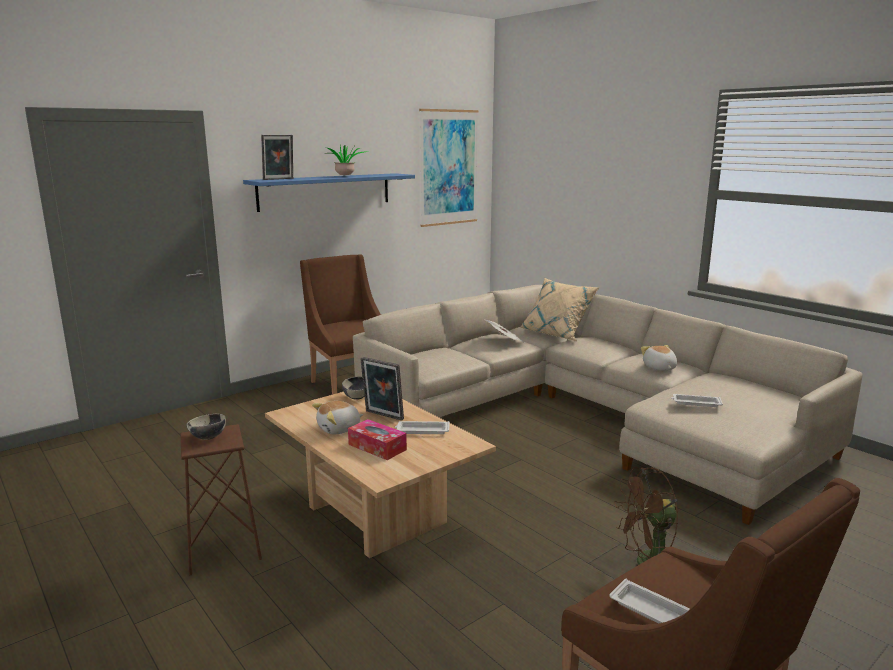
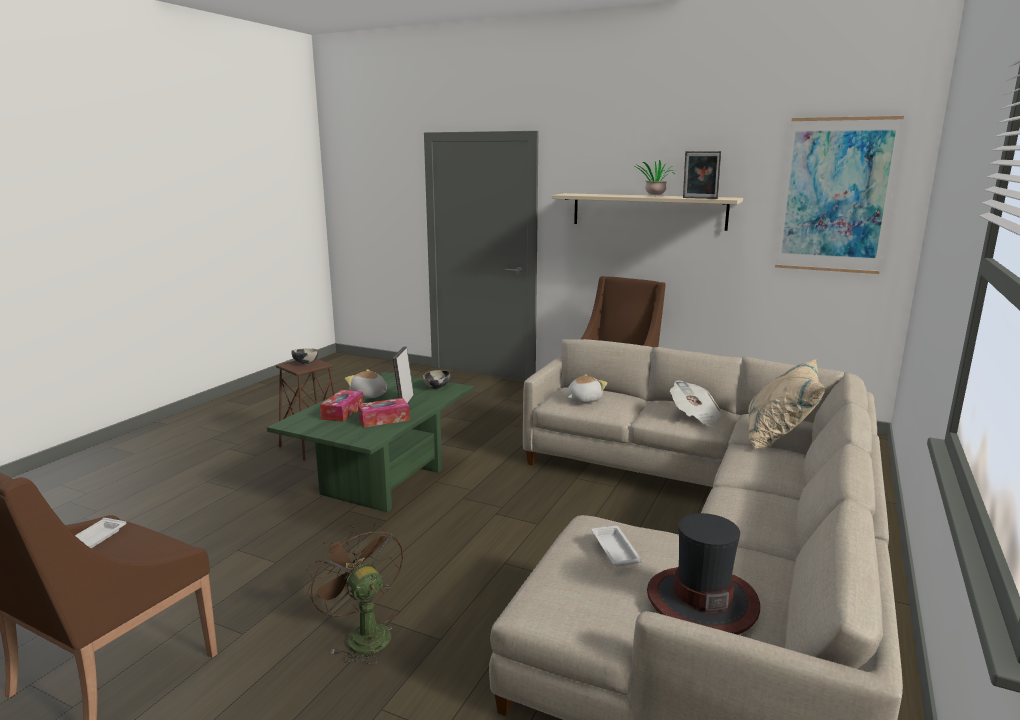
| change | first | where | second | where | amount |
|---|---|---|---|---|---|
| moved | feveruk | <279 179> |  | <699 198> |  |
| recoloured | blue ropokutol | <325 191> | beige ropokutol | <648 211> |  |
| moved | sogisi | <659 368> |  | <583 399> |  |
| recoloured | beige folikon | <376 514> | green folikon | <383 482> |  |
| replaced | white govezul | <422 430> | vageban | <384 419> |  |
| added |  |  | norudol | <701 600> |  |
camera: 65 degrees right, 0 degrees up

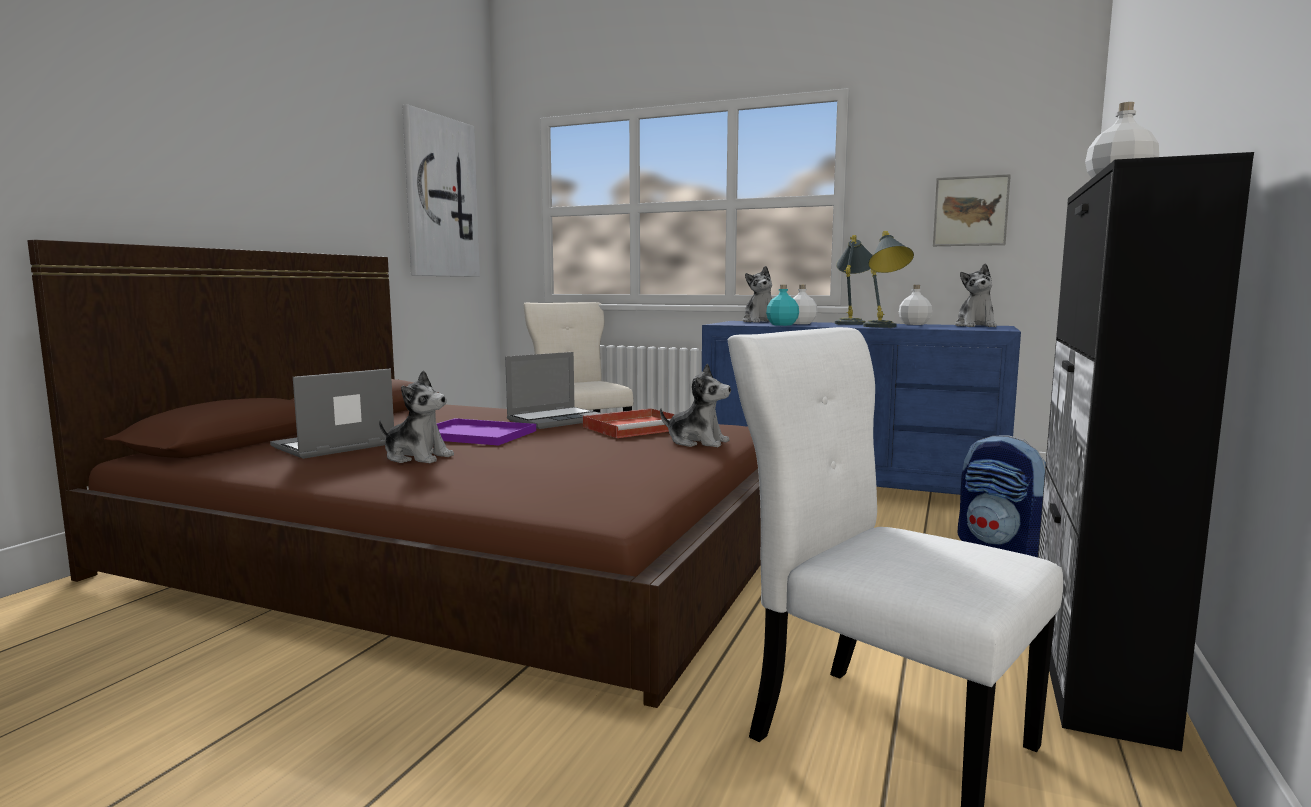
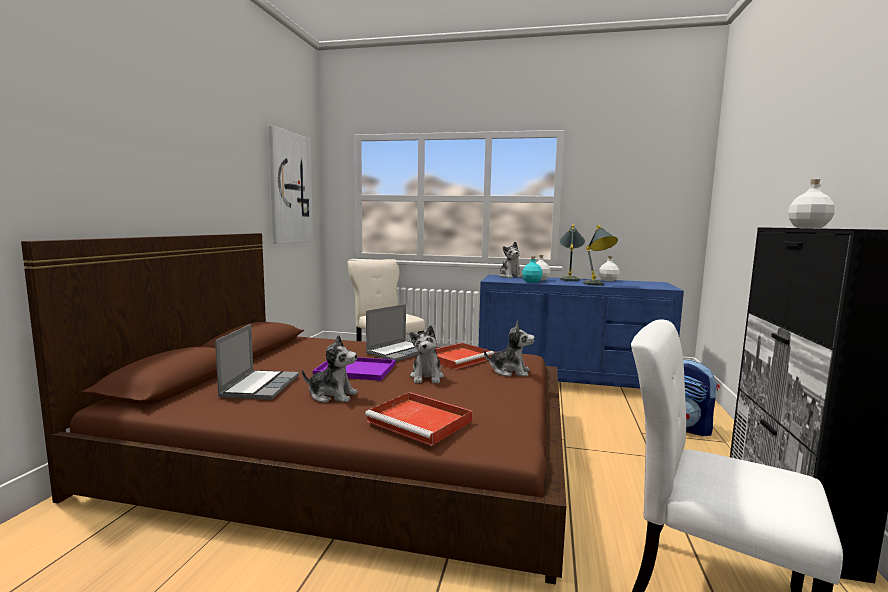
| change | first | where | second | where | amount |
|---|---|---|---|---|---|
| removed | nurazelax | <970 211> |  |  |  |
| moved | sogisi | <975 326> |  | <427 377> |  |
| turned | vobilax | <333 446> |  | <260 386> | 150 degrees clockwise |
| added |  |  | red govezul | <421 421> |  |
camera: 10 degrees left, 0 degrees up

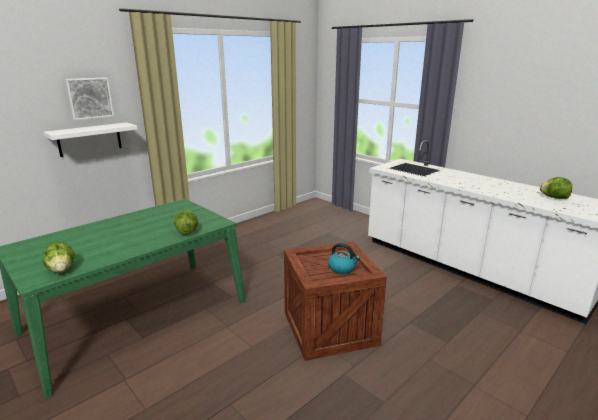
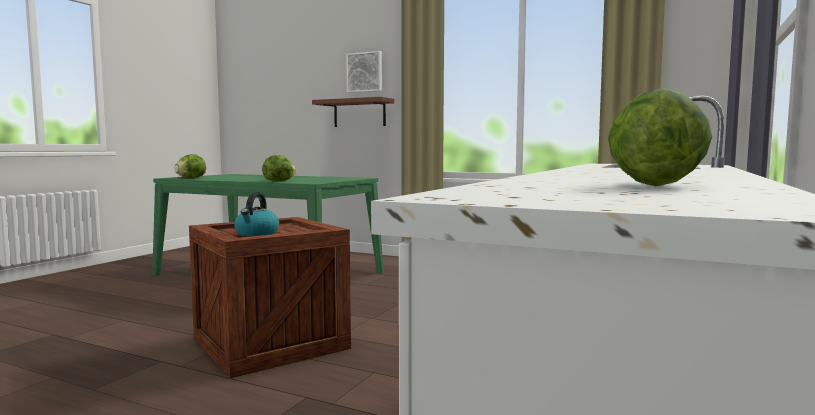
| change | first | where | second | where | amount |
|---|---|---|---|---|---|
| recoloured | white ropokutol | <89 139> | brown ropokutol | <359 113> |  |
camera: 70 degrees right, 15 degrees down

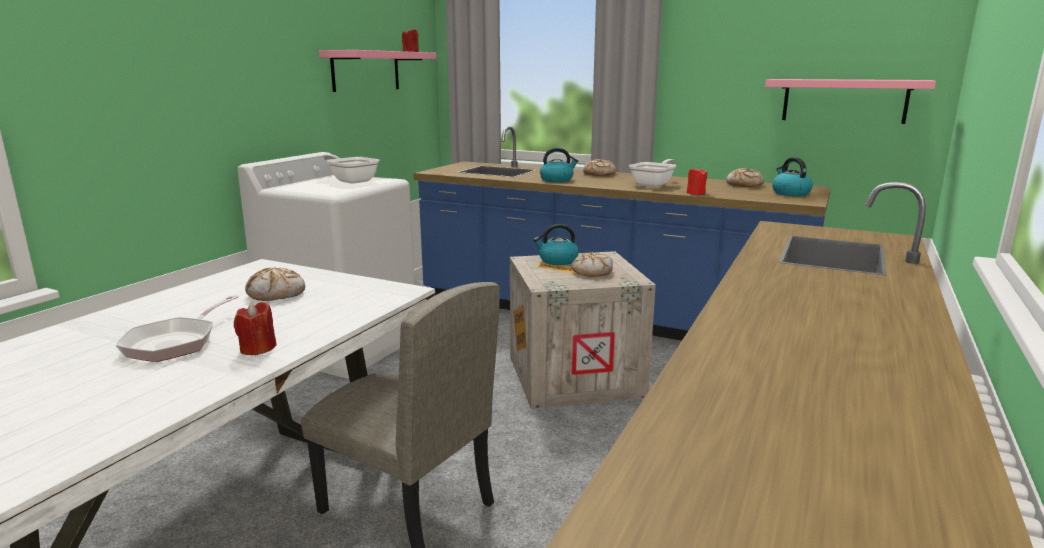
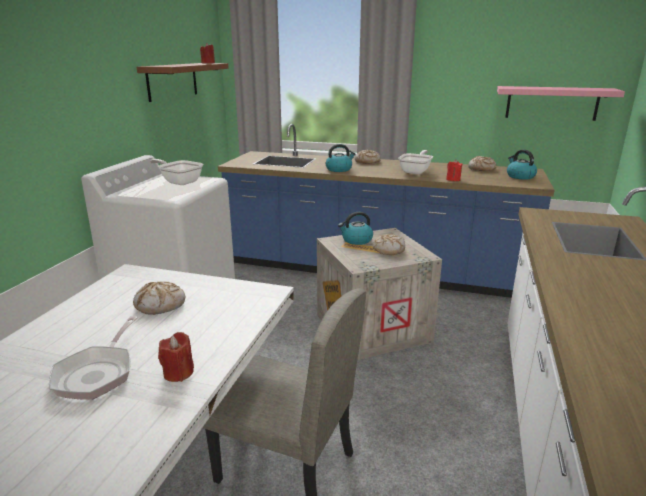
| change | first | where | second | where | amount |
|---|---|---|---|---|---|
| recoloured | pink ropokutol | <366 71> | brown ropokutol | <172 81> |  |
camera: 10 degrees left, 5 degrees up

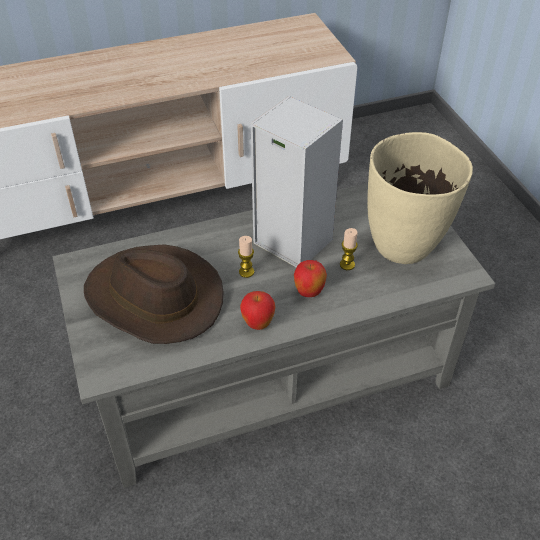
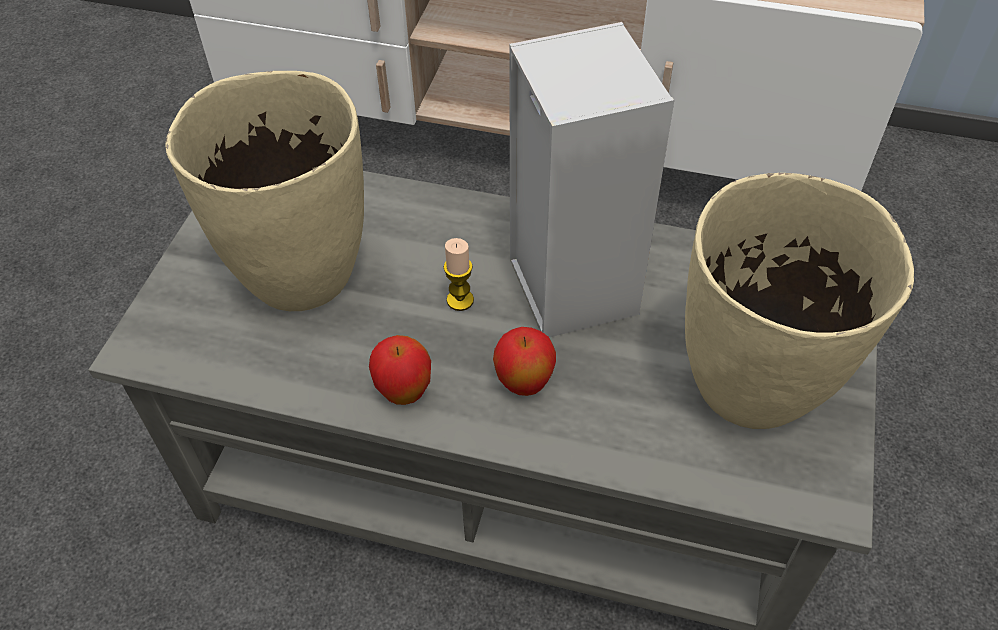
| change | first | where | second | where | amount |
|---|---|---|---|---|---|
| removed | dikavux | <347 265> |  |  |  |
| replaced | brown norudol | <153 298> | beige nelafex | <299 273> |  |
camera: 35 degrees right, 5 degrees up

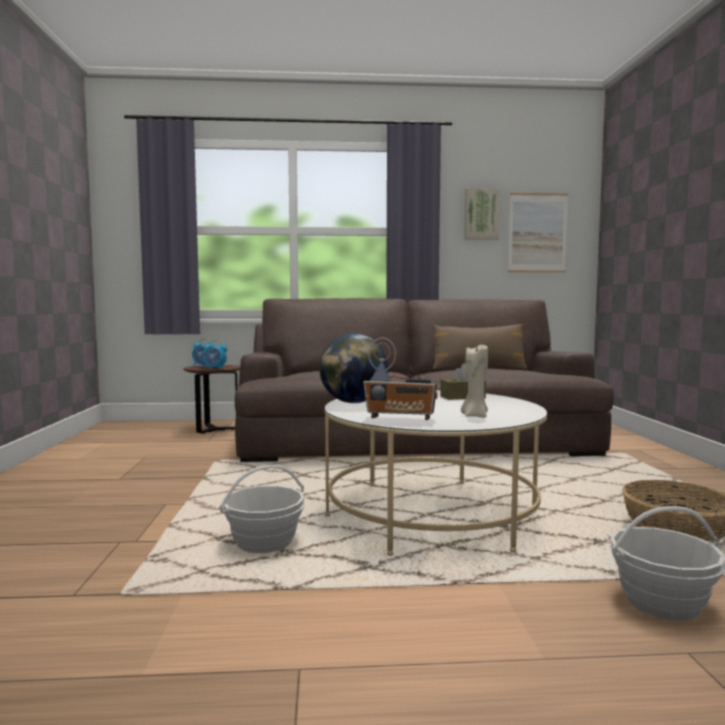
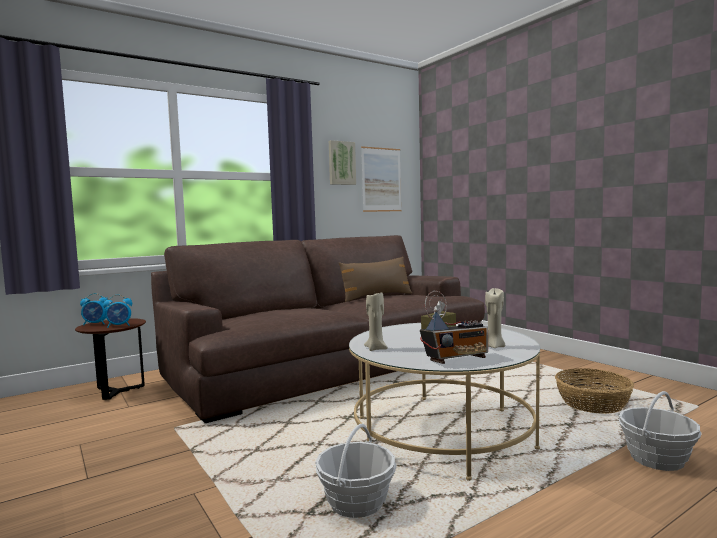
| change | first | where | second | where | amount |
|---|---|---|---|---|---|
| replaced | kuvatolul | <354 402> | beige dikavux | <376 348> |  |
camera: 30 degrees left, 0 degrees up

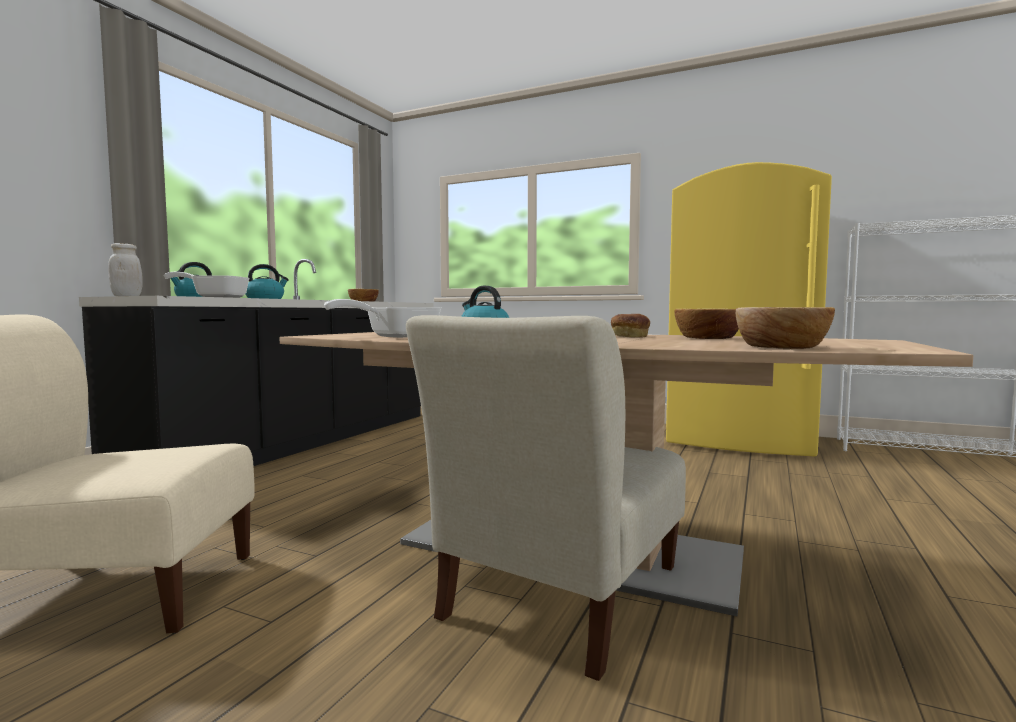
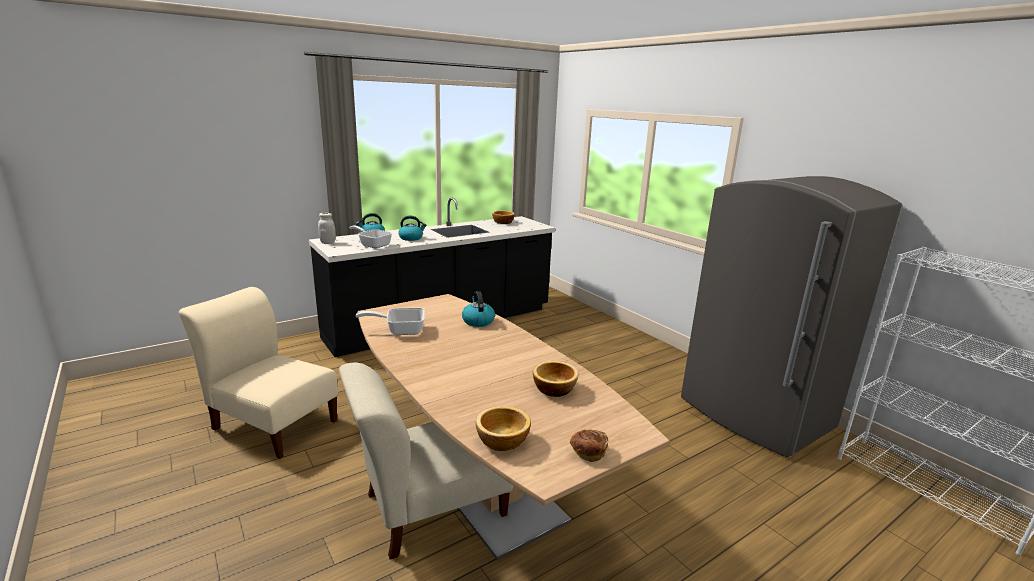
| change | first | where | second | where | amount |
|---|---|---|---|---|---|
| recoloured | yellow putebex | <740 441> | grey putebex | <755 415> |  |
| moved | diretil | <629 336> |  | <588 452> |  |
camera: 30 degrees right, 15 degrees up

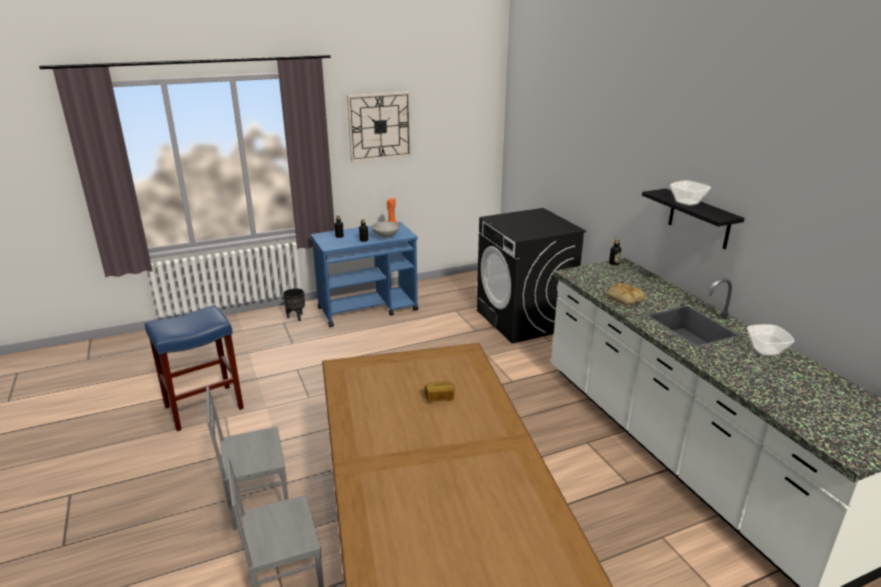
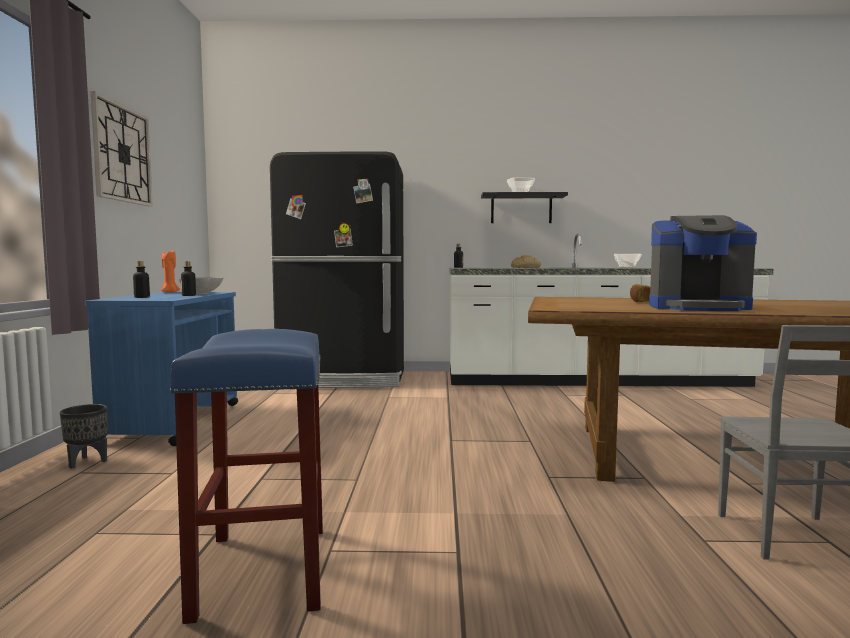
| change | first | where | second | where | amount |
|---|---|---|---|---|---|
| replaced | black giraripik | <524 320> | black putebex | <343 379> |  |
| removed | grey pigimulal | <257 501> |  |  |  |
| added |  |  | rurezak | <698 307> |  |
camera: 65 degrees left, 20 degrees down

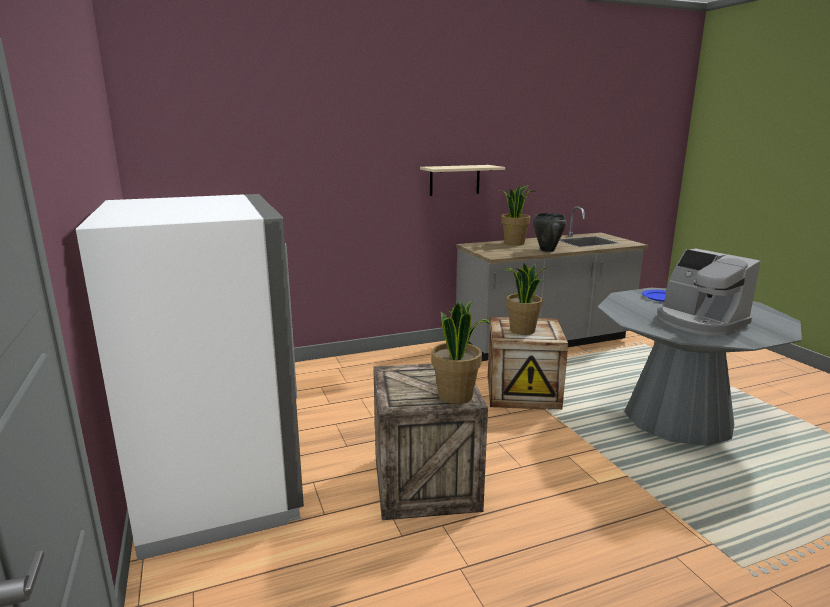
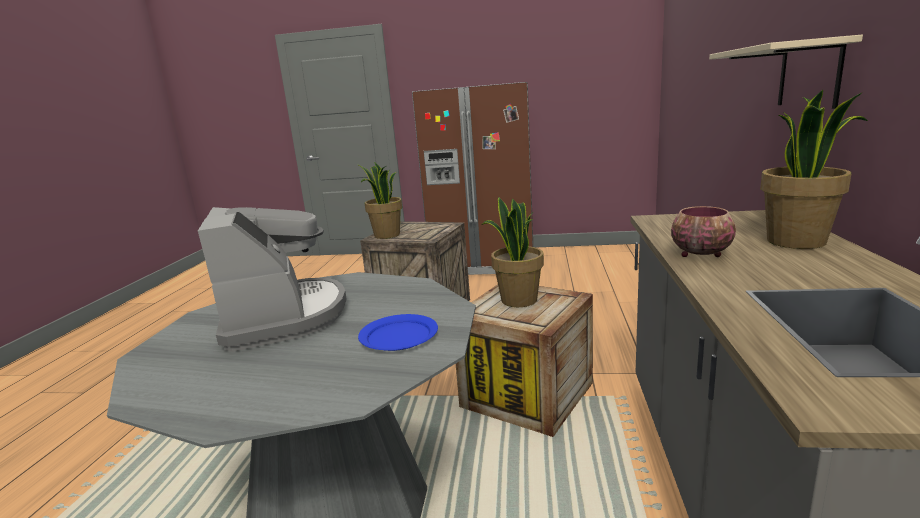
| change | first | where | second | where | amount |
|---|---|---|---|---|---|
| recoloured | white putebex | <220 487> | brown putebex | <485 262> |  |
| replaced | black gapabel | <547 250> | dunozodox | <699 254> |  |
| turned | rurezak | <698 322> |  | <283 316> | 75 degrees clockwise |
camera: 120 degrees right, 0 degrees up

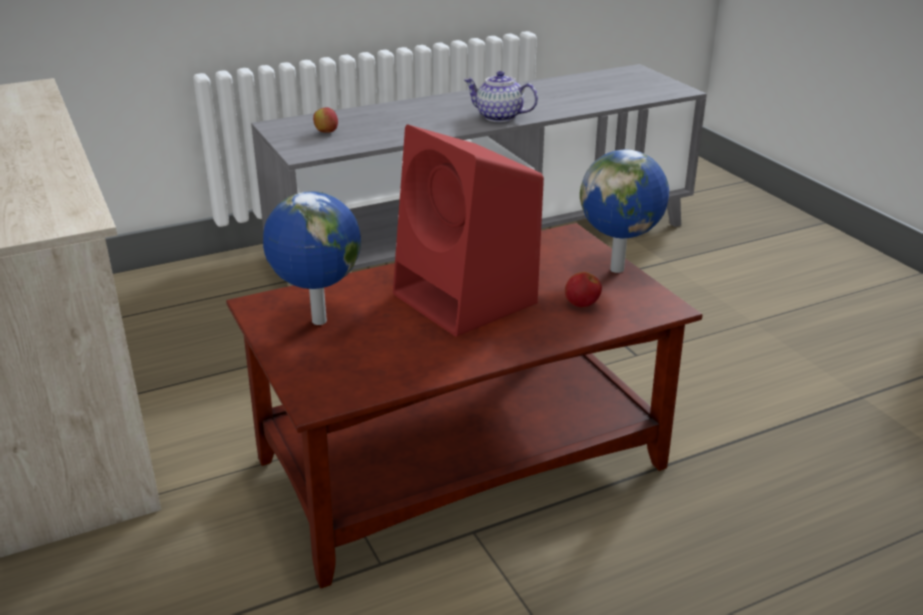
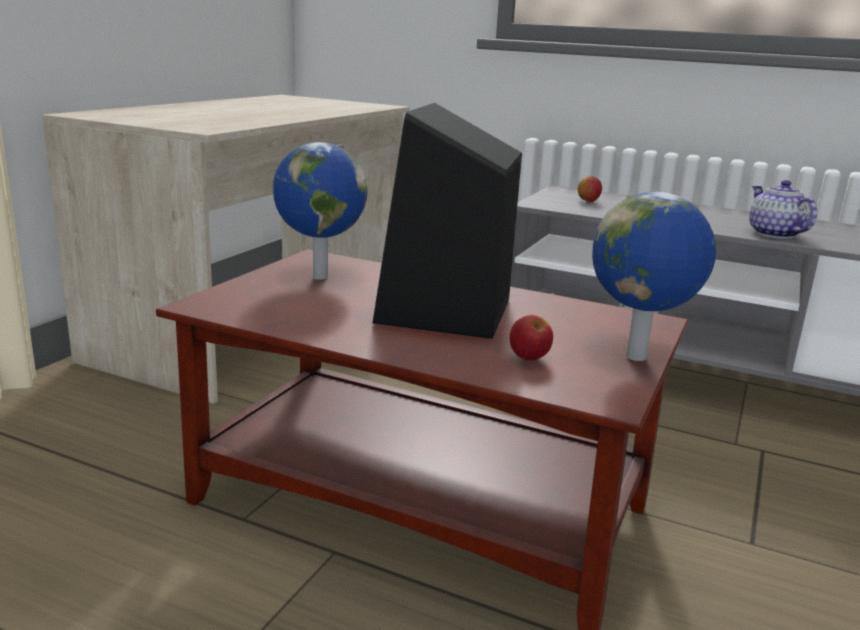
| change | first | where | second | where | amount |
|---|---|---|---|---|---|
| recoloured | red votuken | <468 300> | black votuken | <445 312> |  |
camera: 50 degrees right, 10 degrees down

